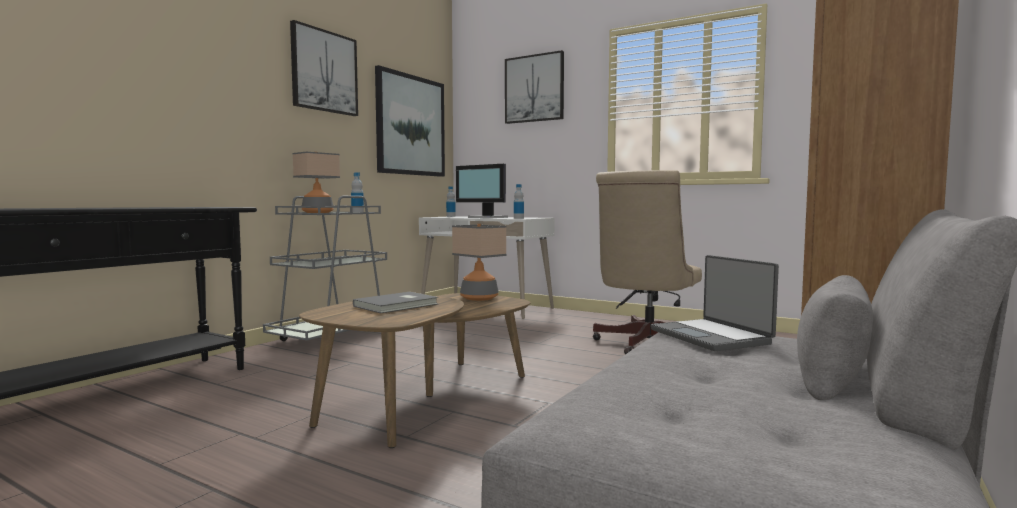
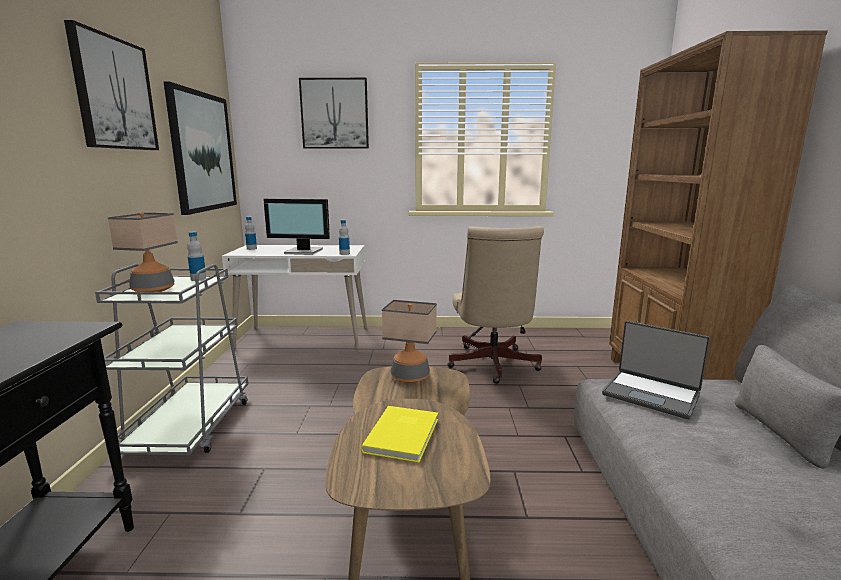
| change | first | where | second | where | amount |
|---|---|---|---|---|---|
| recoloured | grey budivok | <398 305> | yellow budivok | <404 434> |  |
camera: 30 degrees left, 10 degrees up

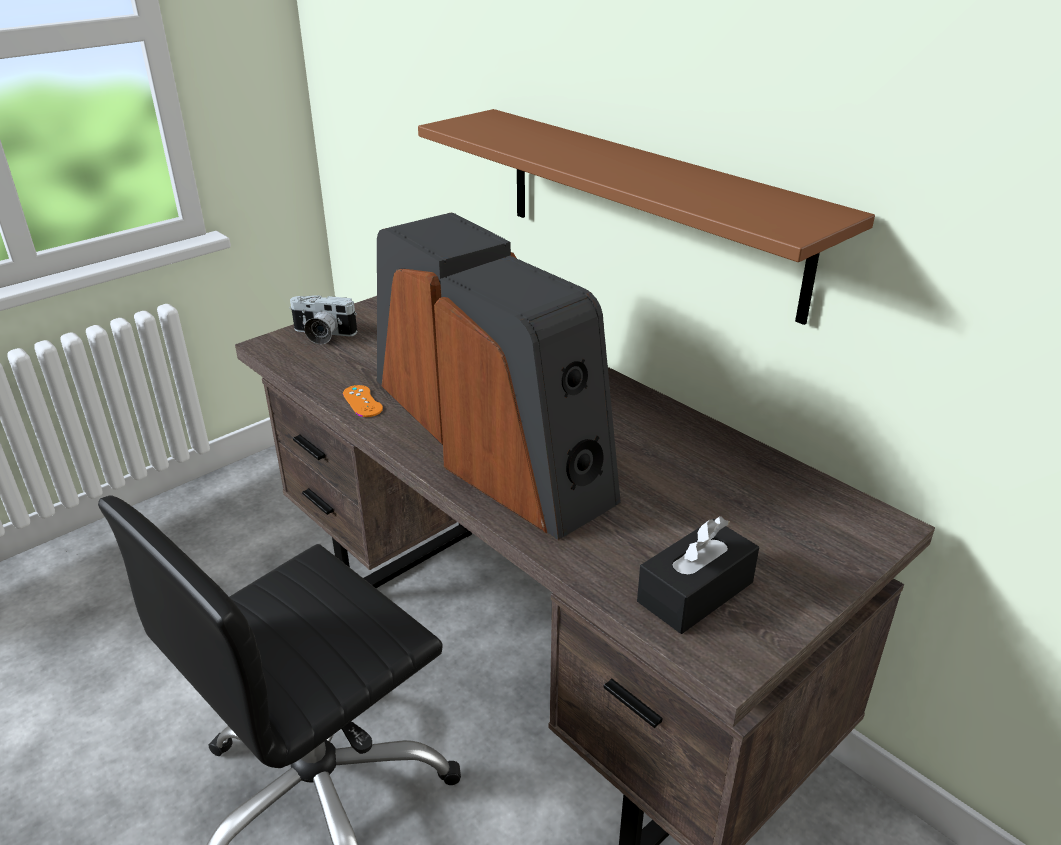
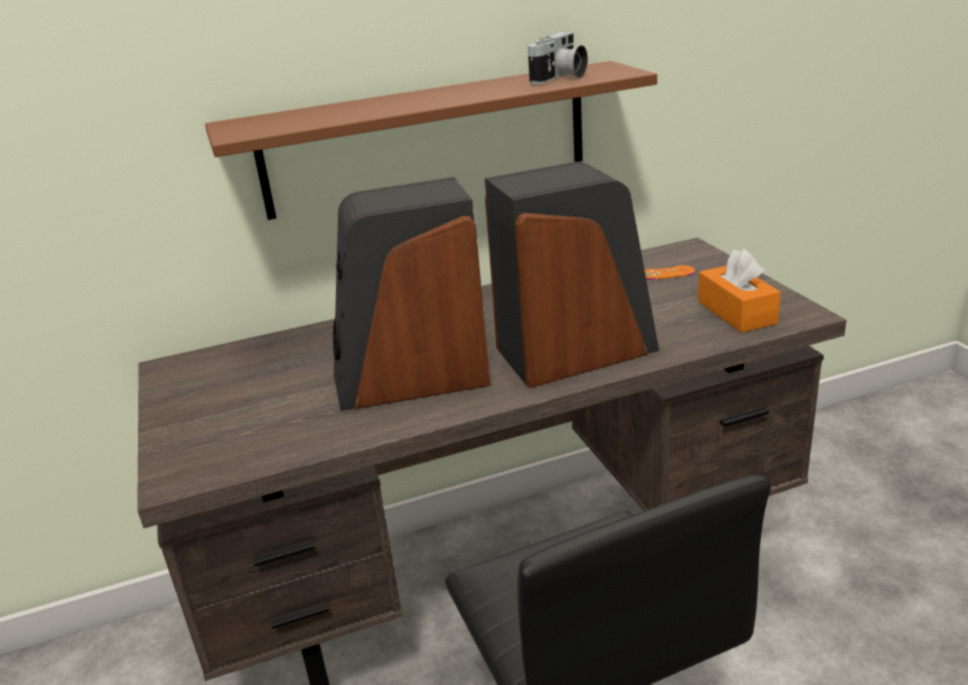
| change | first | where | second | where | amount |
|---|---|---|---|---|---|
| moved | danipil | <322 335> |  | <560 78> |  |
| moved | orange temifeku | <362 401> |  | <668 273> |  |
| recoloured | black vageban | <695 592> | orange vageban | <736 312> |  |
camera: 65 degrees left, 5 degrees down

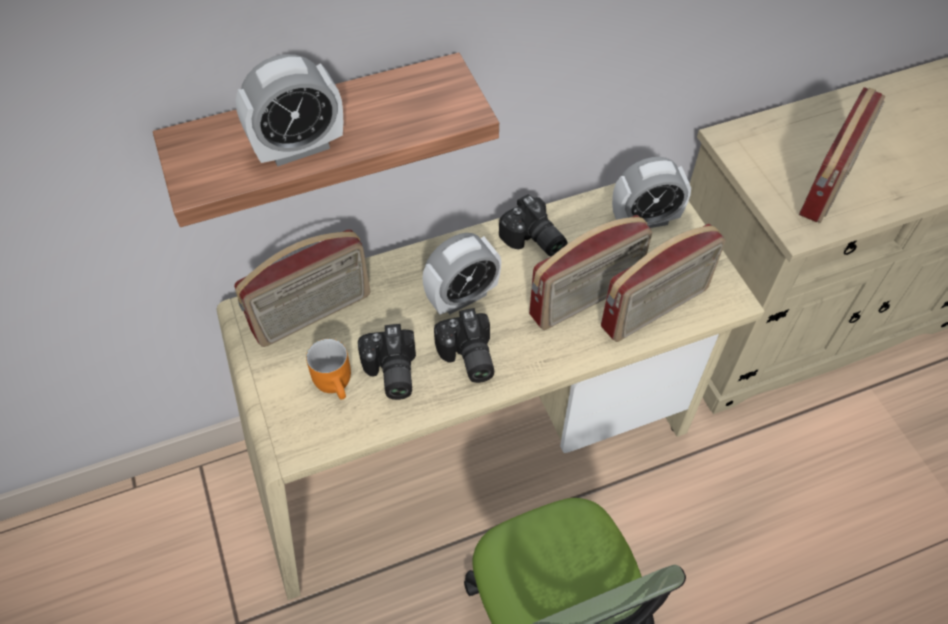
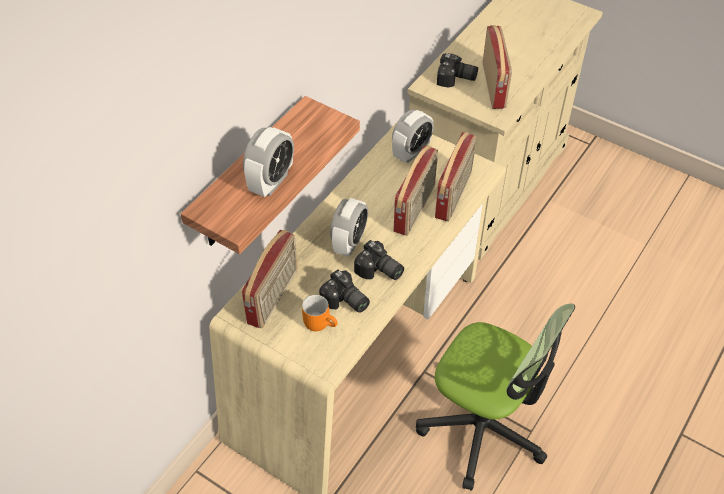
| change | first | where | second | where | amount |
|---|---|---|---|---|---|
| moved | danipil | <533 241> |  | <456 79> |  |
camera: 35 degrees left, 5 degrees down

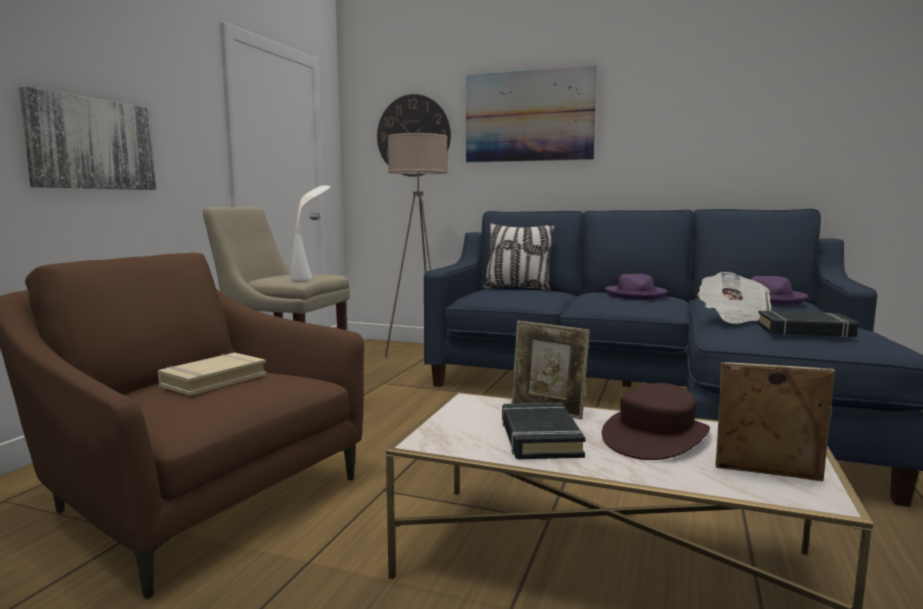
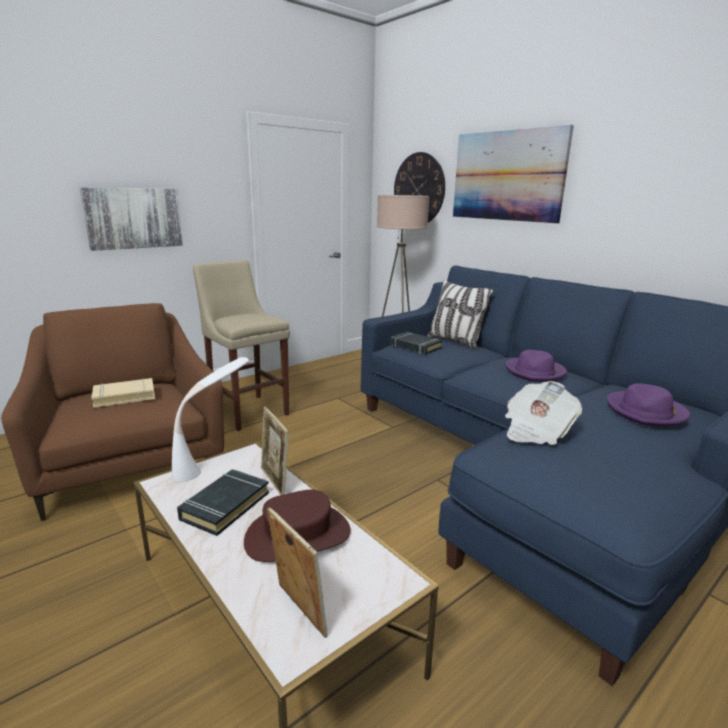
| change | first | where | second | where | amount |
|---|---|---|---|---|---|
| moved | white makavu | <313 275> |  | <215 462> |  |
| moved | black budivok | <805 330> |  | <415 346> |  |
camera: 30 degrees right, 10 degrees up

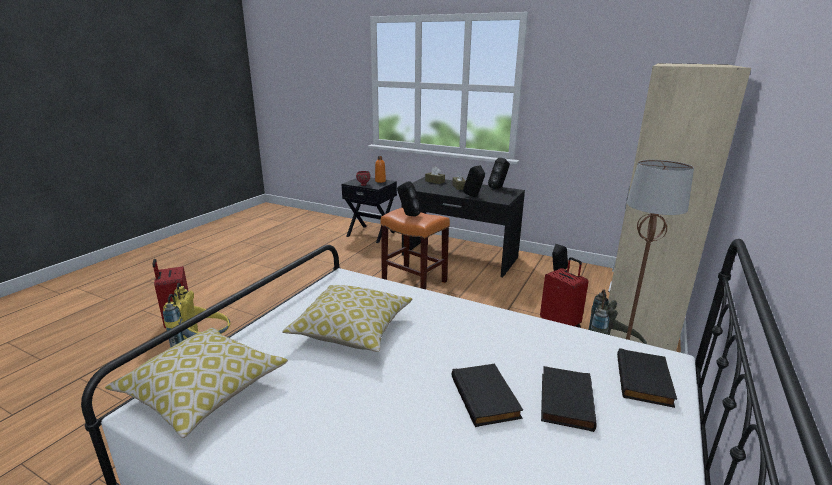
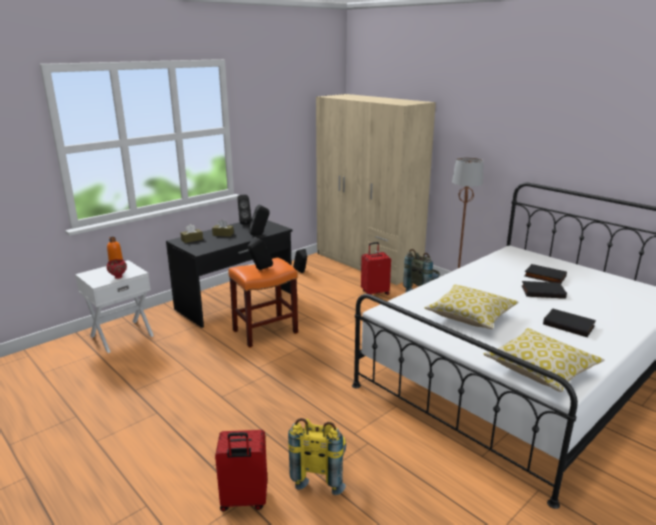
| change | first | where | second | where | amount |
|---|---|---|---|---|---|
| recoloured | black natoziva | <371 234> | white natoziva | <121 335> |  |
| moved | black budivok | <645 381> |  | <569 325> |  |
camera: 70 degrees left, 0 degrees up

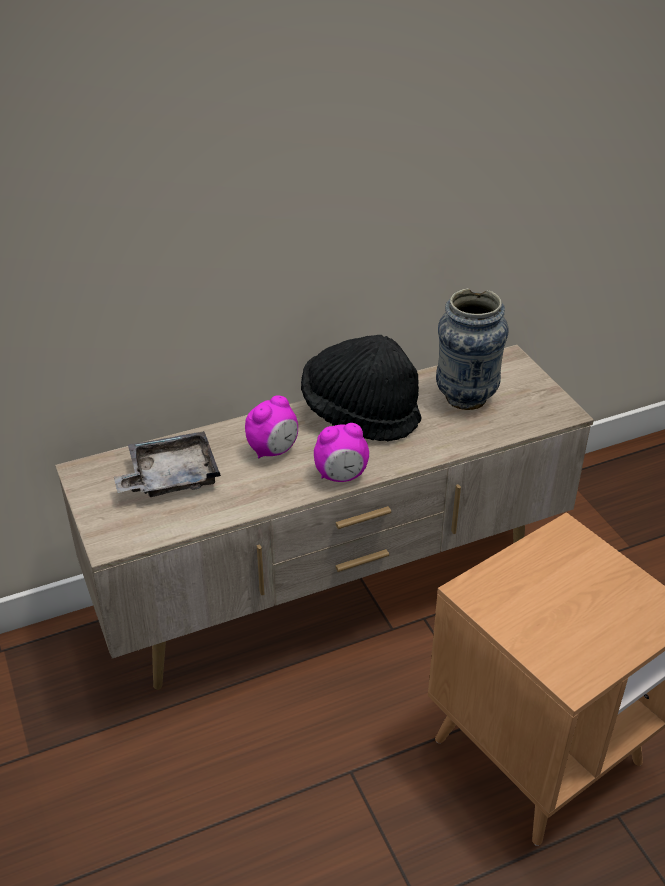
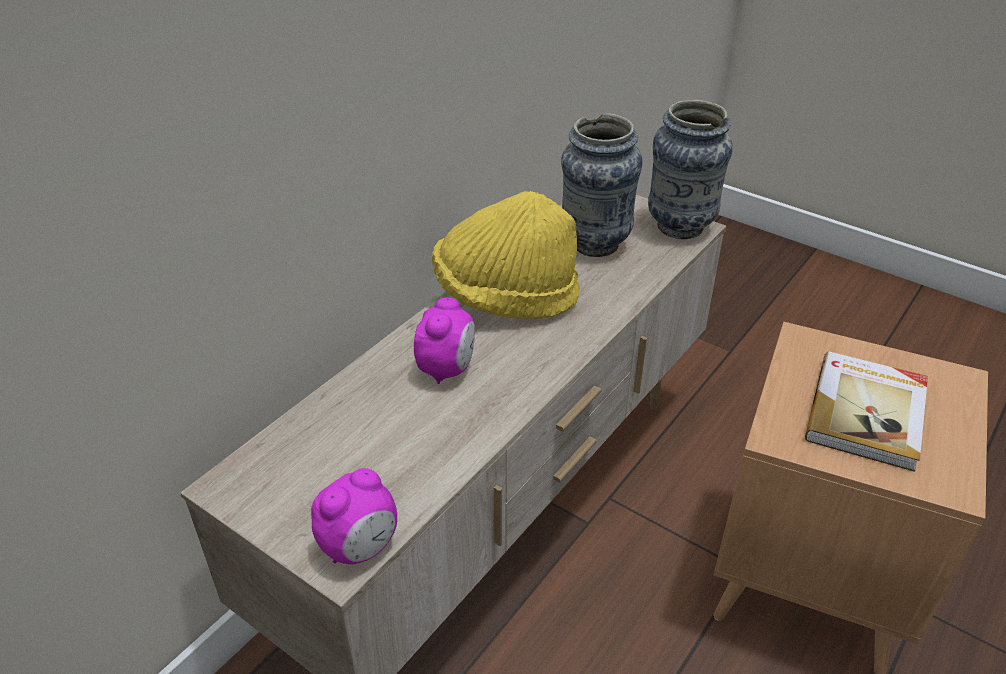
| change | first | where | second | where | amount |
|---|---|---|---|---|---|
| recoloured | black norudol | <360 414> | yellow norudol | <506 296> |  |
| moved | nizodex | <341 476> |  | <360 547> |  |
| removed | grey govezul | <170 477> |  |  |  |
| added |  |  | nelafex | <680 227> |  |
| added |  |  | budivok | <868 413> |  |
camera: 30 degrees left, 0 degrees up

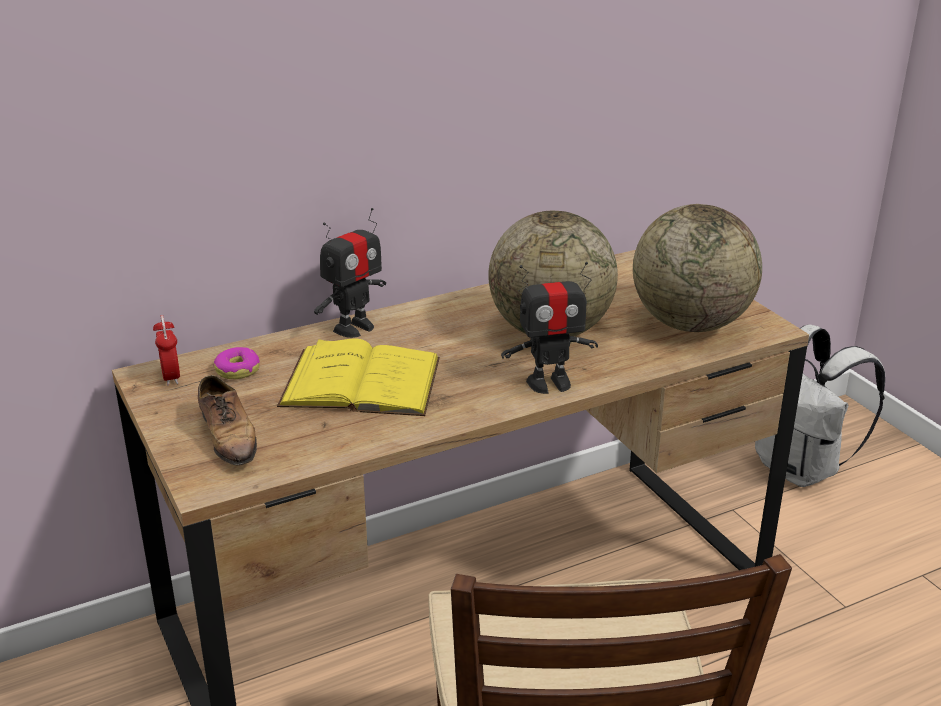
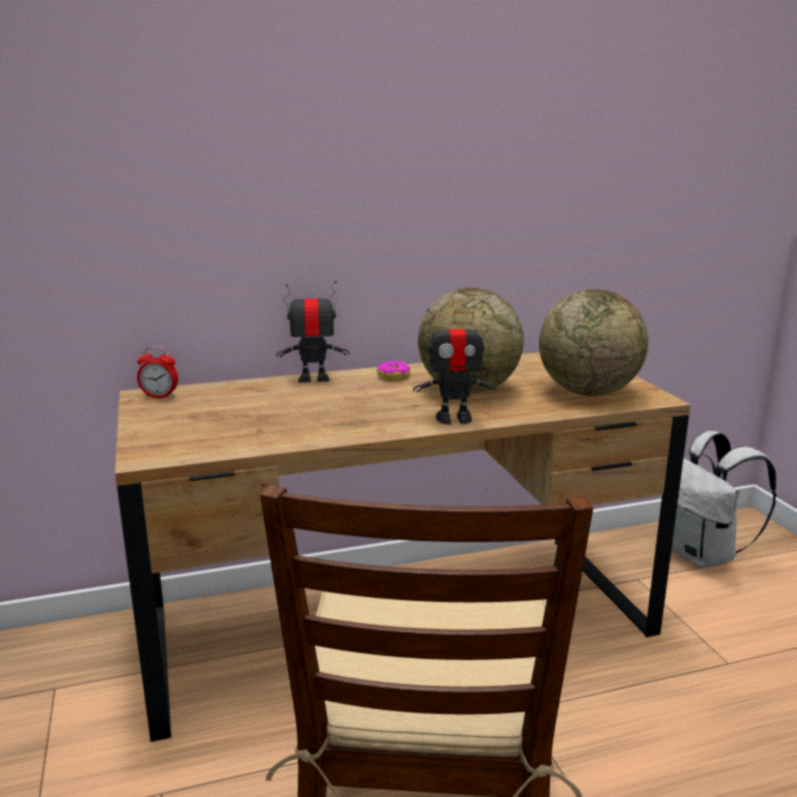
| change | first | where | second | where | amount |
|---|---|---|---|---|---|
| turned | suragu | <354 328> |  | <314 379> | 150 degrees counterclockwise |
| turned | nizodex | <171 377> |  | <160 396> | 75 degrees counterclockwise |
| removed | yellow budivok | <361 381> |  |  |  |
| moved | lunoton | <237 370> |  | <393 376> |  |
| removed | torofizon | <229 437> |  |  |  |
camera: 10 degrees right, 10 degrees down

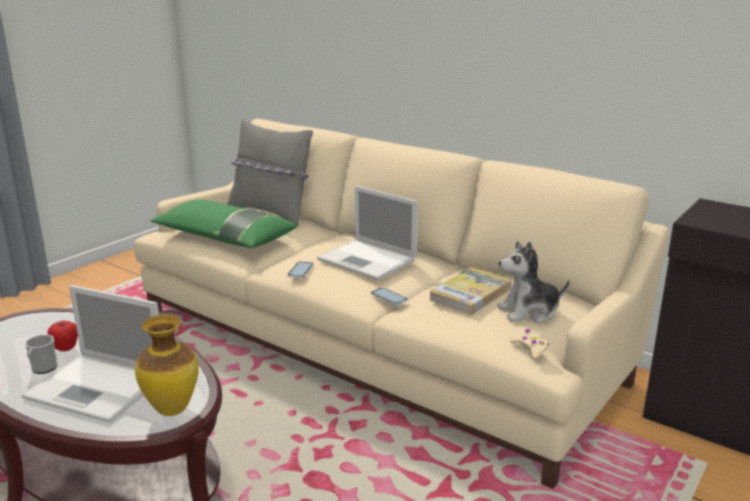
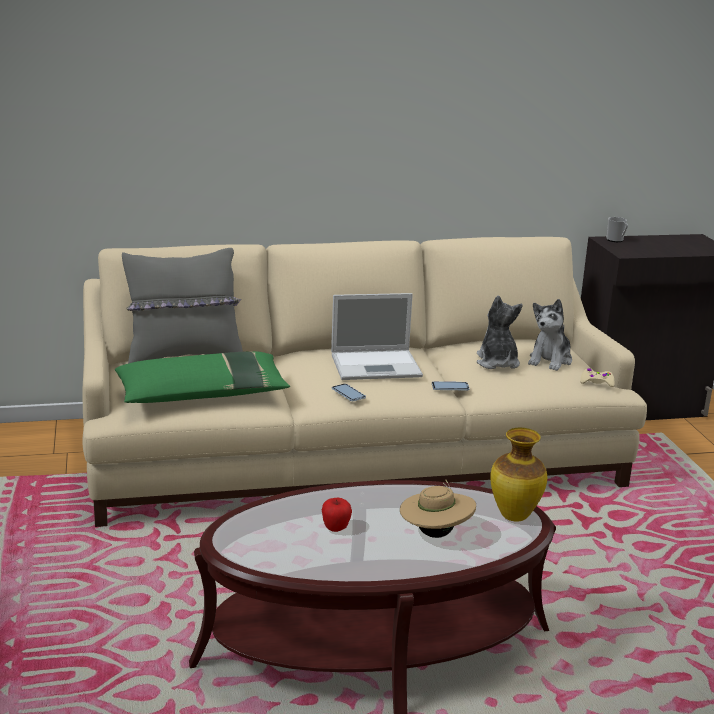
| change | first | where | second | where | amount |
|---|---|---|---|---|---|
| replaced | budivok | <470 294> | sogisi | <497 362> |  |
| replaced | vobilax | <99 388> | beige norudol | <435 533> |  |
| moved | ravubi | <42 369> |  | <616 240> |  |
camera: 50 degrees left, 0 degrees up

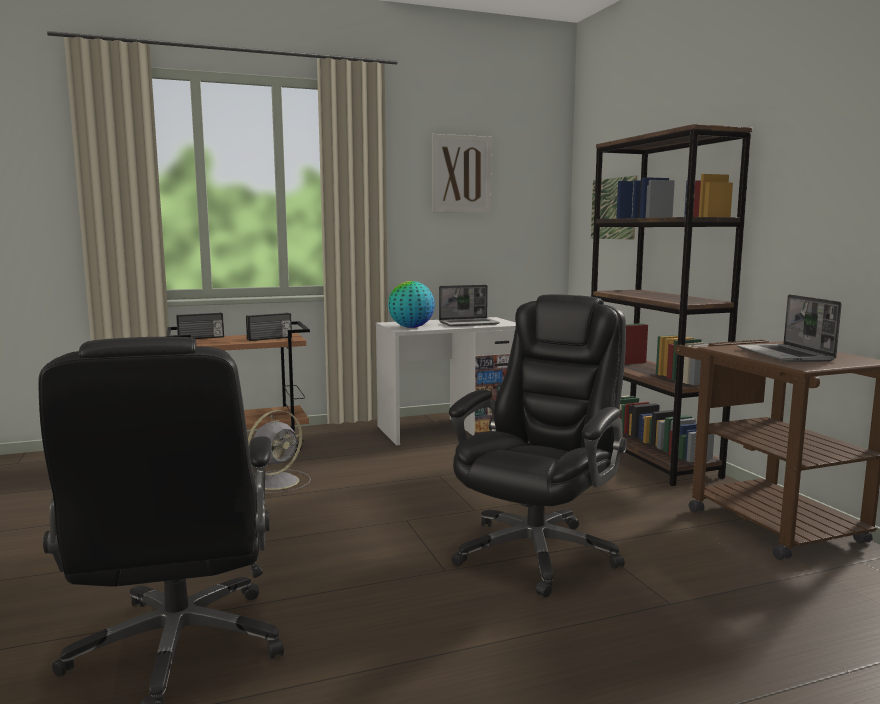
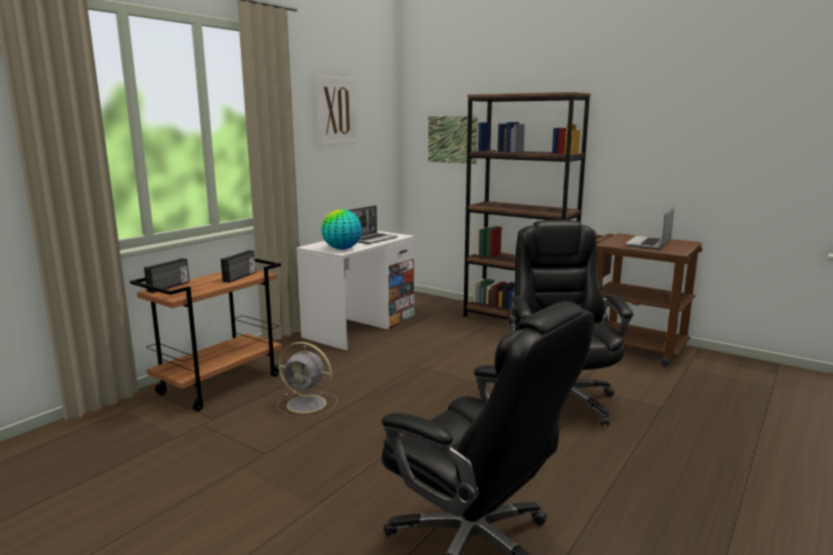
| change | first | where | second | where | amount |
|---|---|---|---|---|---|
| turned | vobilax | <785 355> |  | <649 244> | 75 degrees clockwise |
| turned | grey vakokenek | <278 481> |  | <308 404> | 105 degrees clockwise |
camera: 35 degrees left, 5 degrees up

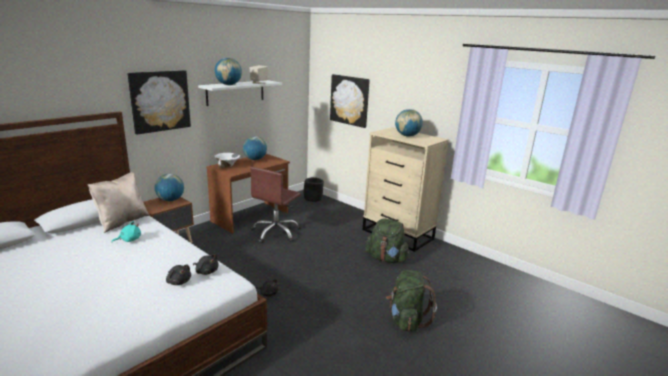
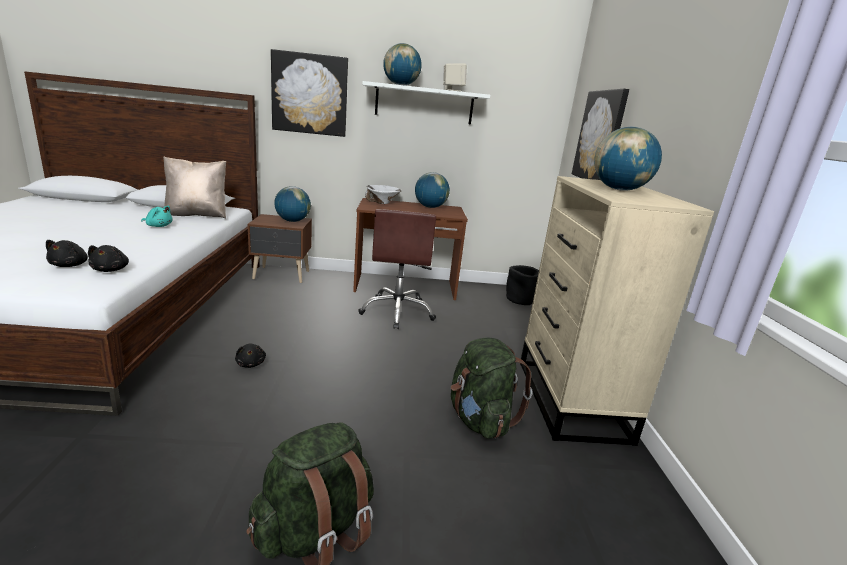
| change | first | where | second | where | amount |
|---|---|---|---|---|---|
| turned | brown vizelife | <276 232> |  | <397 312> | 75 degrees counterclockwise |
camera: 45 degrees right, 0 degrees up

